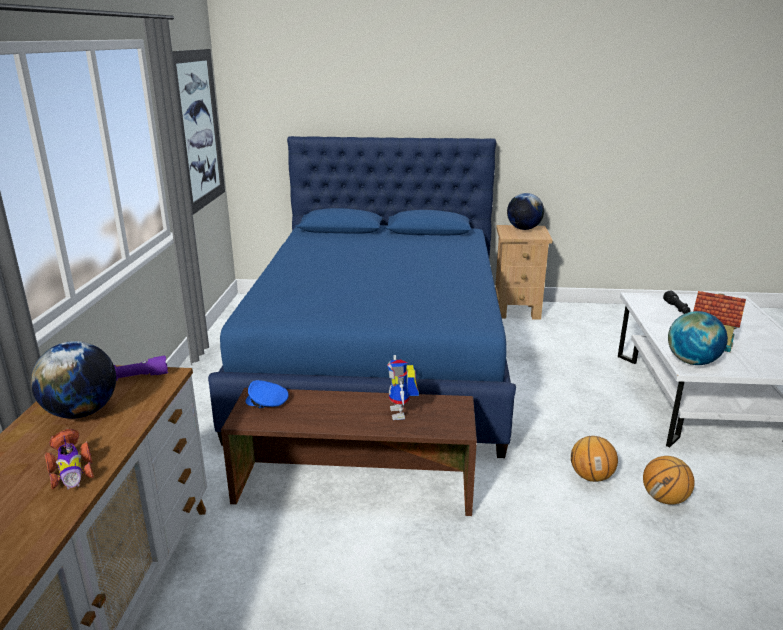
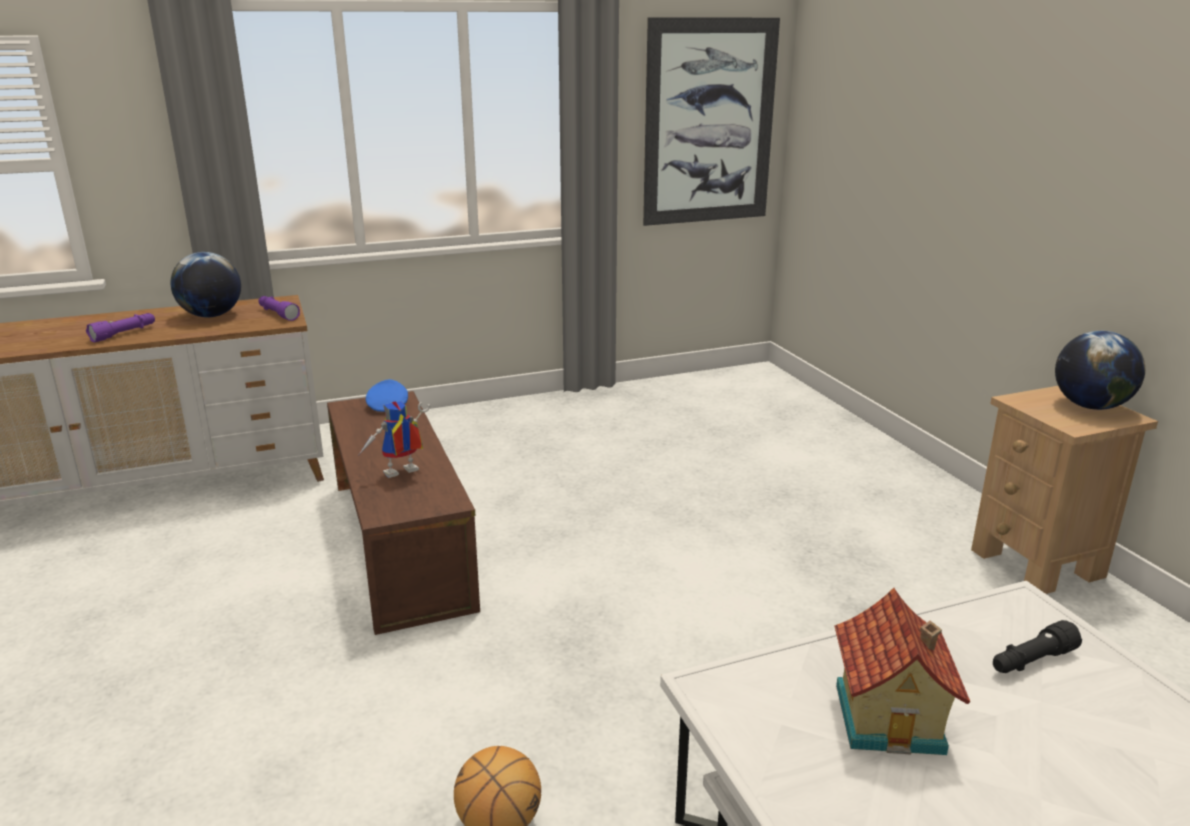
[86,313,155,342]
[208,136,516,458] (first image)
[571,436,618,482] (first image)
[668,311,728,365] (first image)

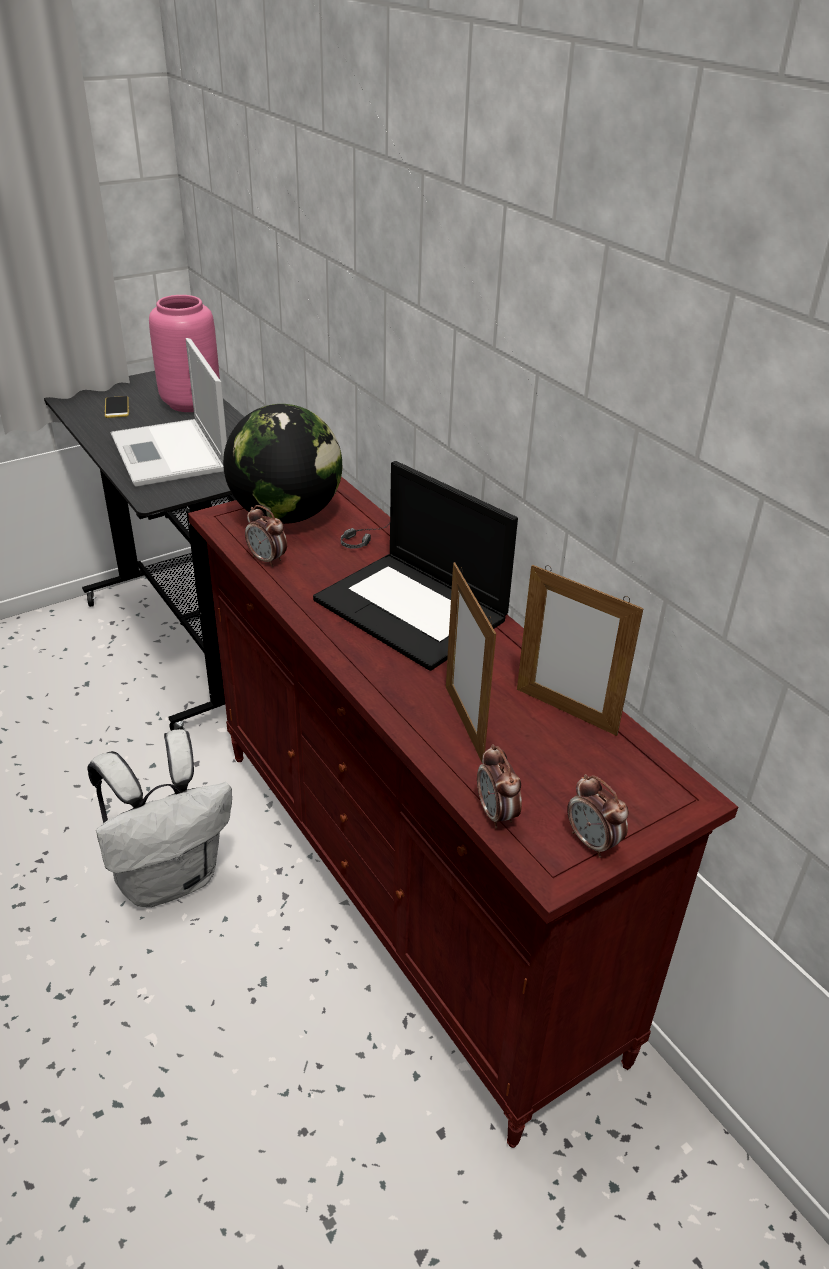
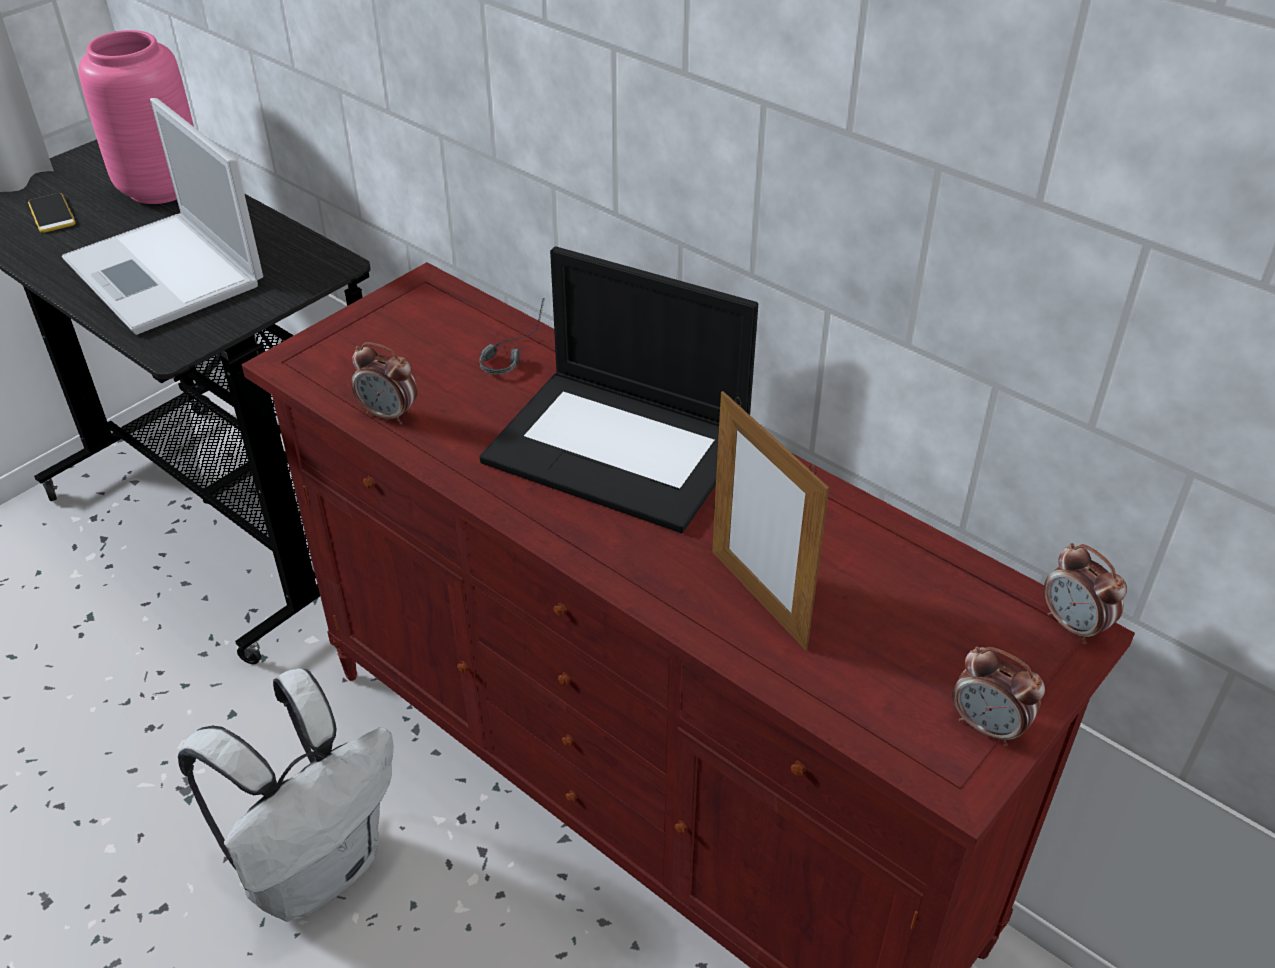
[1044,543,1127,645]
[223,404,342,524] (first image)
[517,565,644,736] (first image)

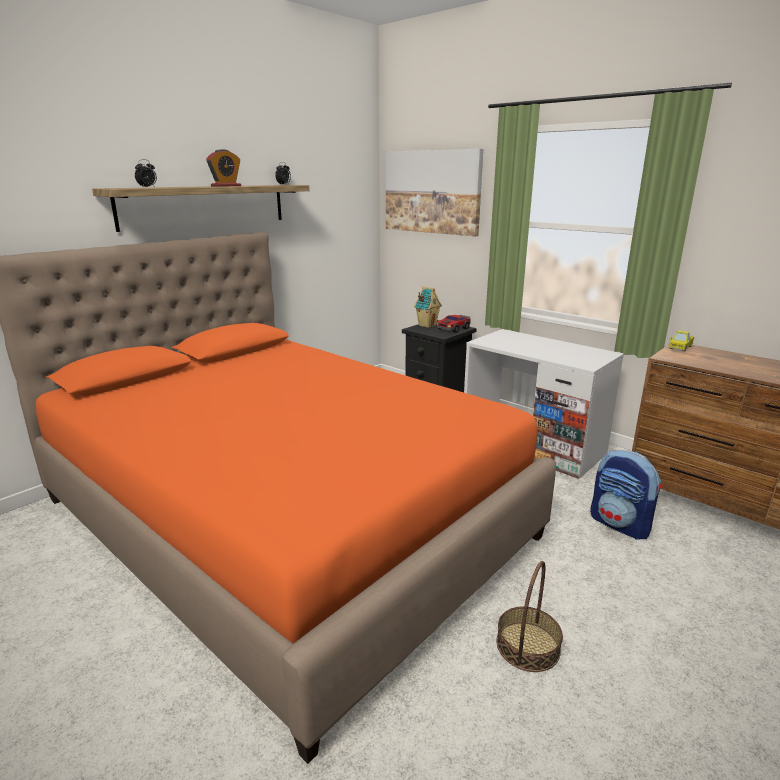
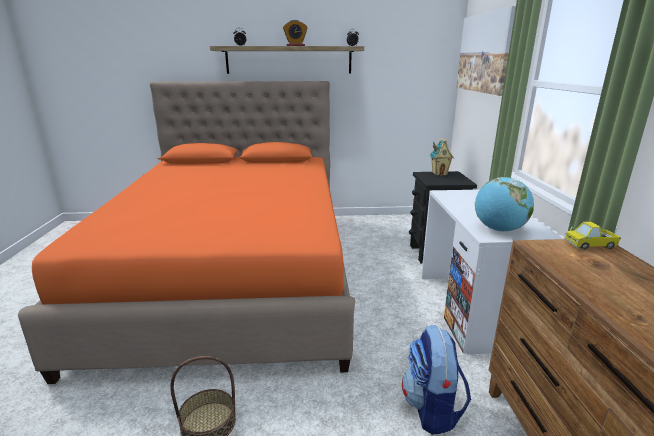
[475,177,534,231]
[436,315,471,333] (first image)

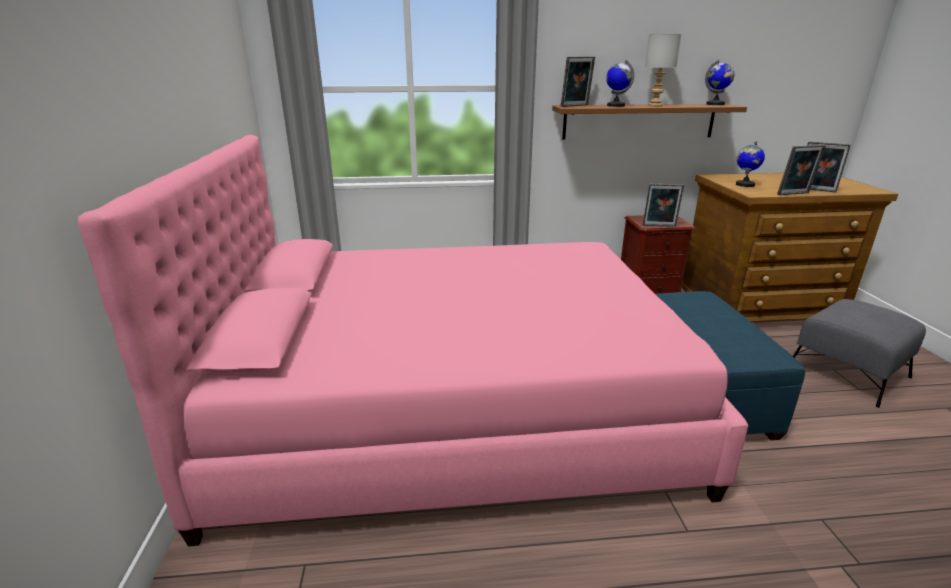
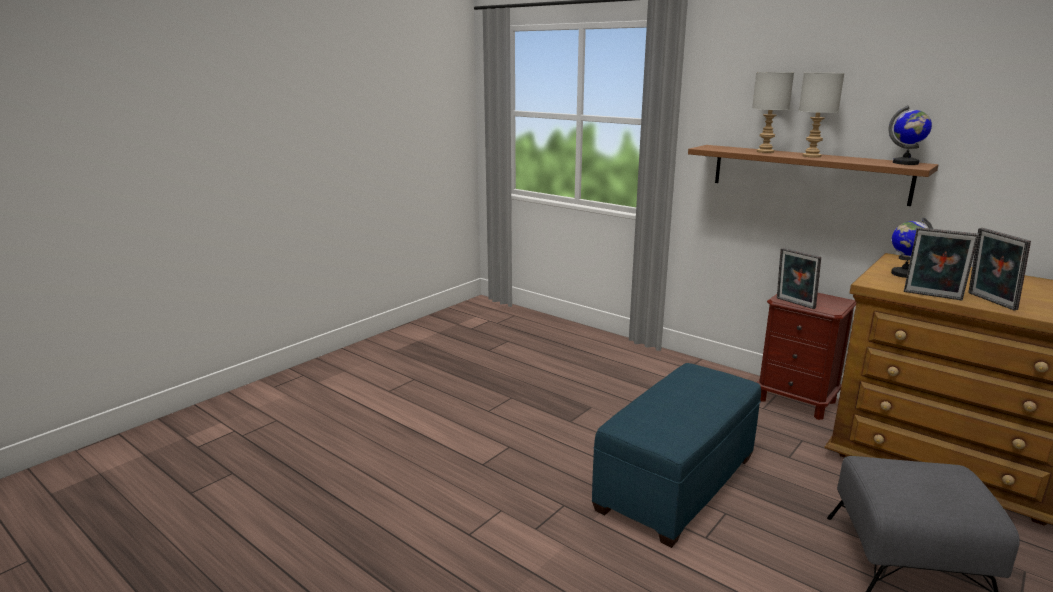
[752,72,794,153]
[78,135,748,546] (first image)
[561,56,595,107] (first image)

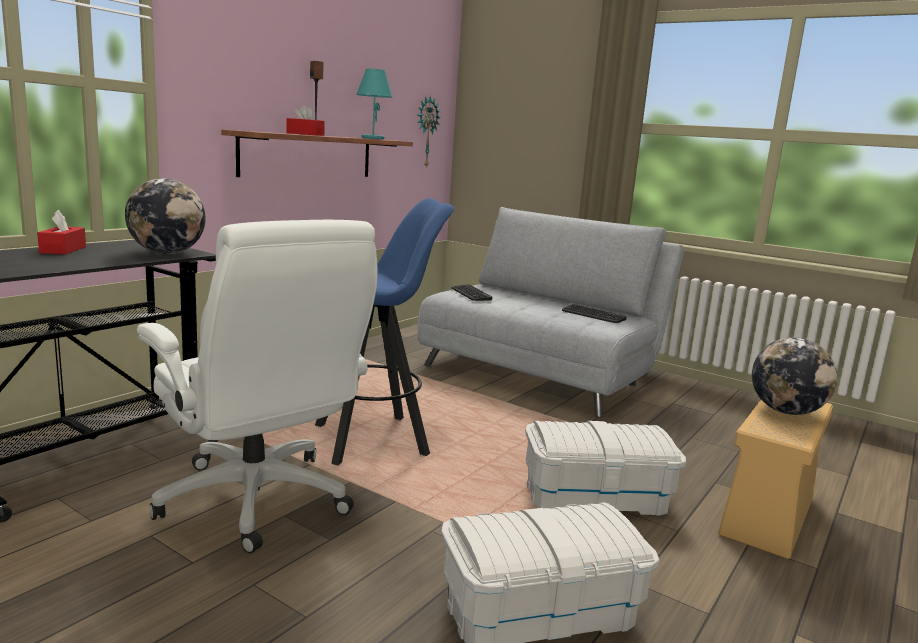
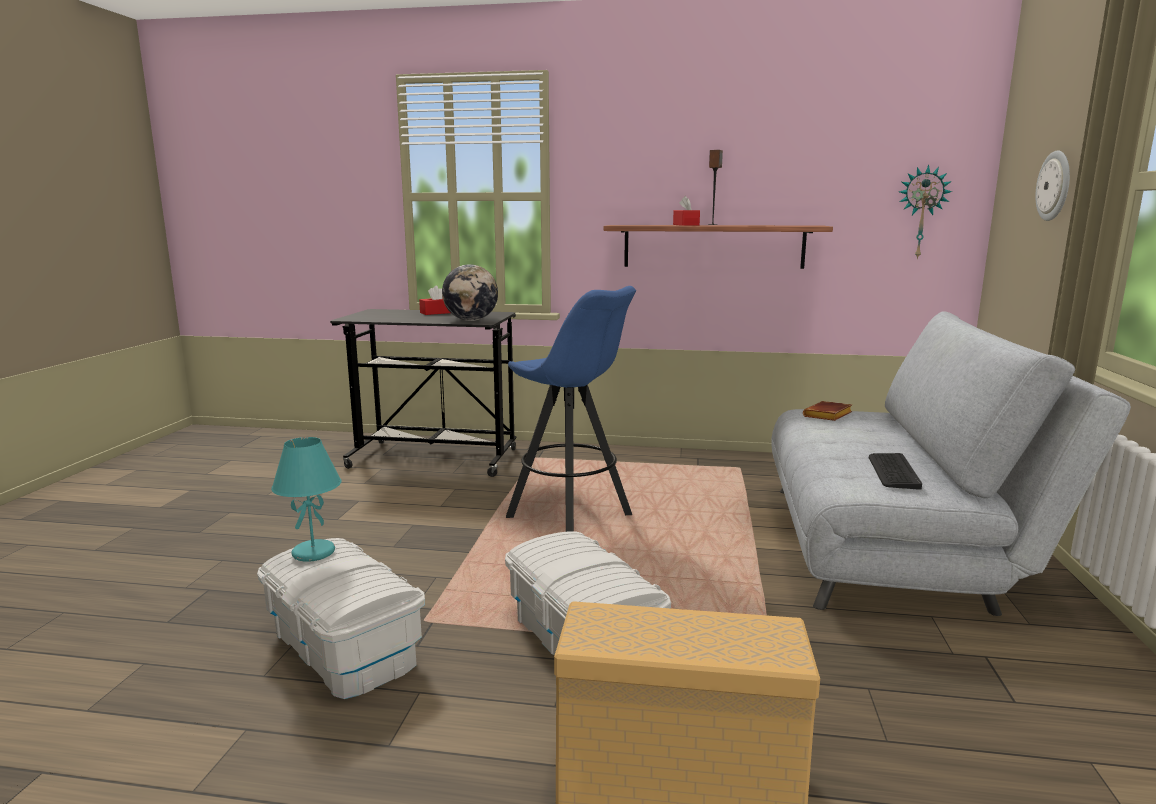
[271,437,342,562]
[803,401,852,421]
[1036,150,1070,221]
[137,220,378,553] (first image)
[752,337,837,415] (first image)

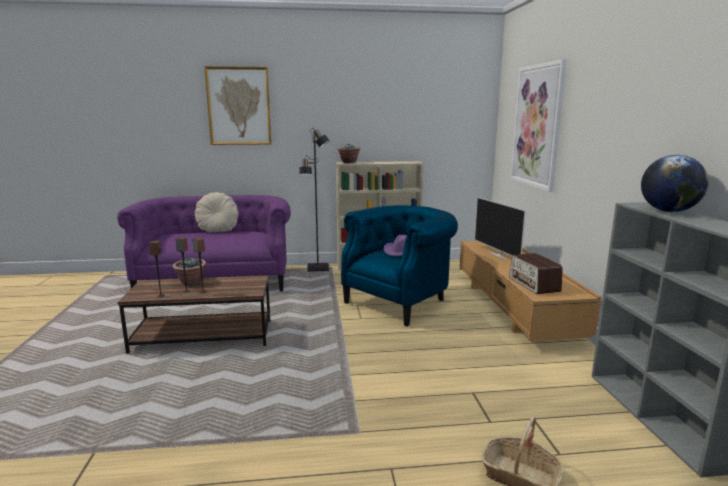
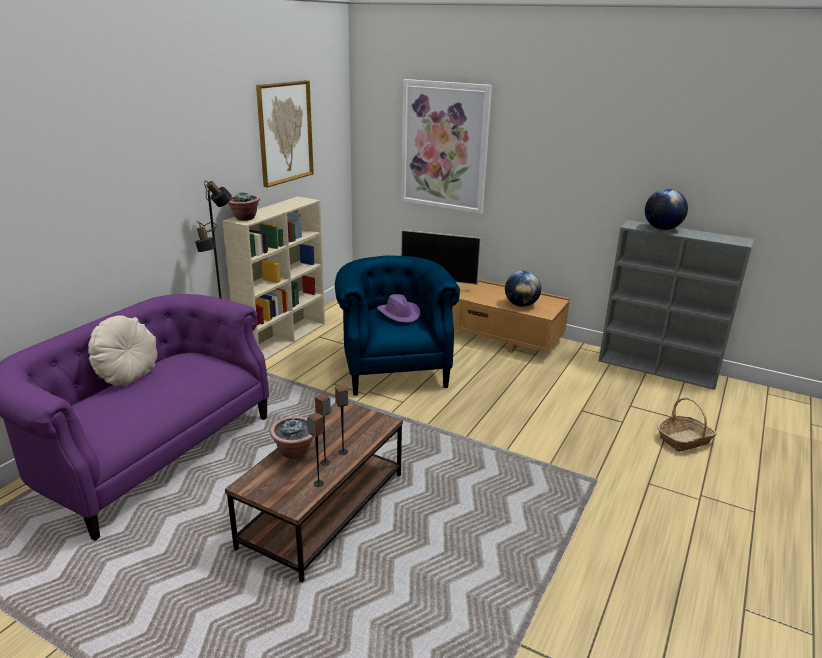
[256,80,314,188]
[505,271,541,307]

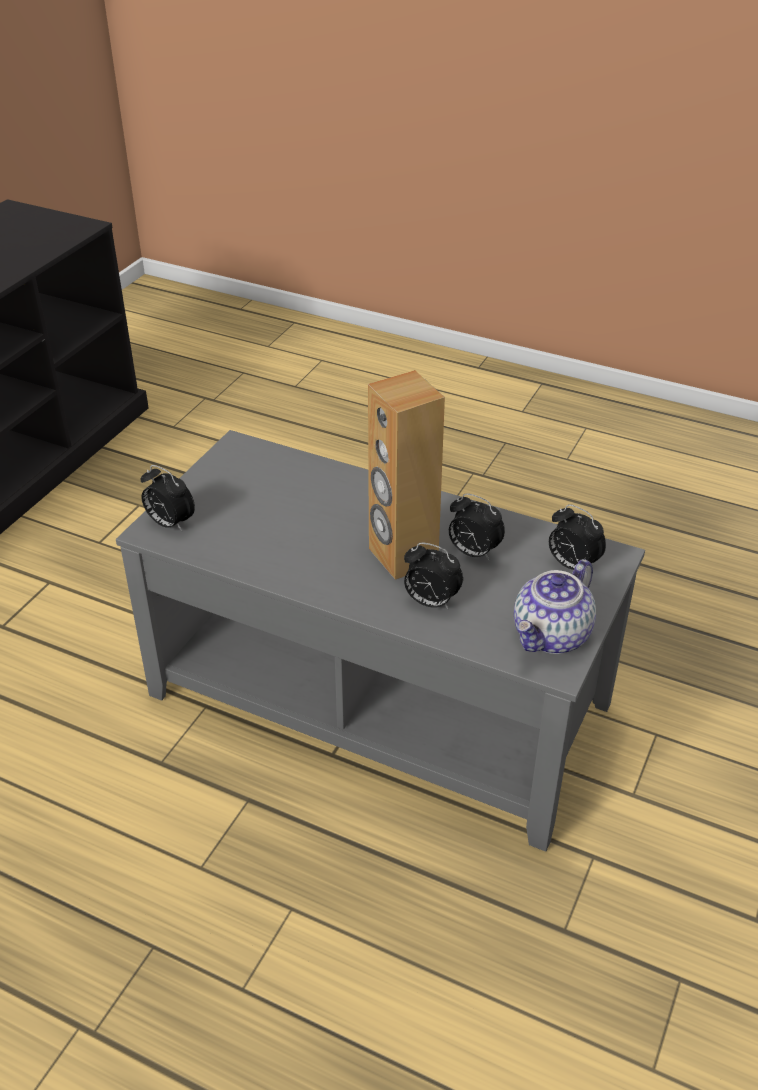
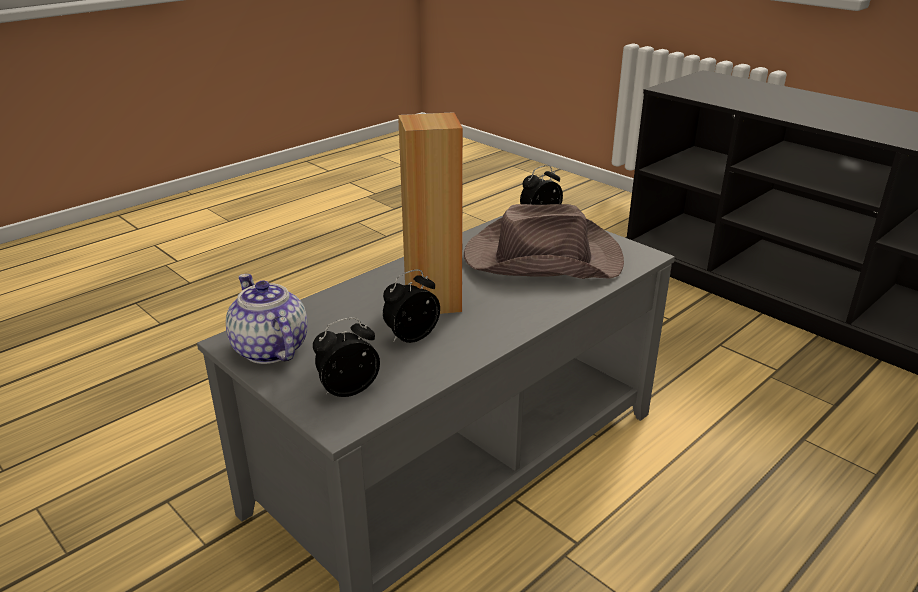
[464,204,624,279]
[404,542,463,610] (first image)

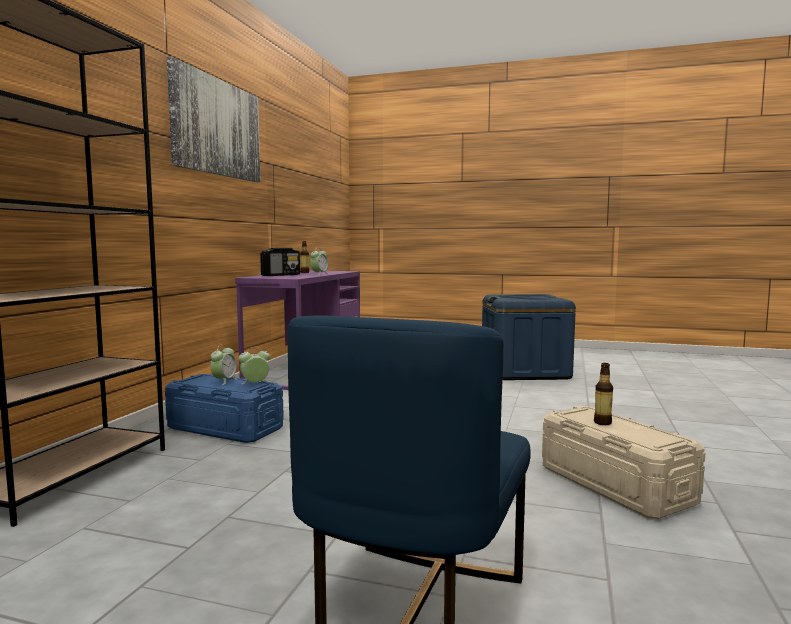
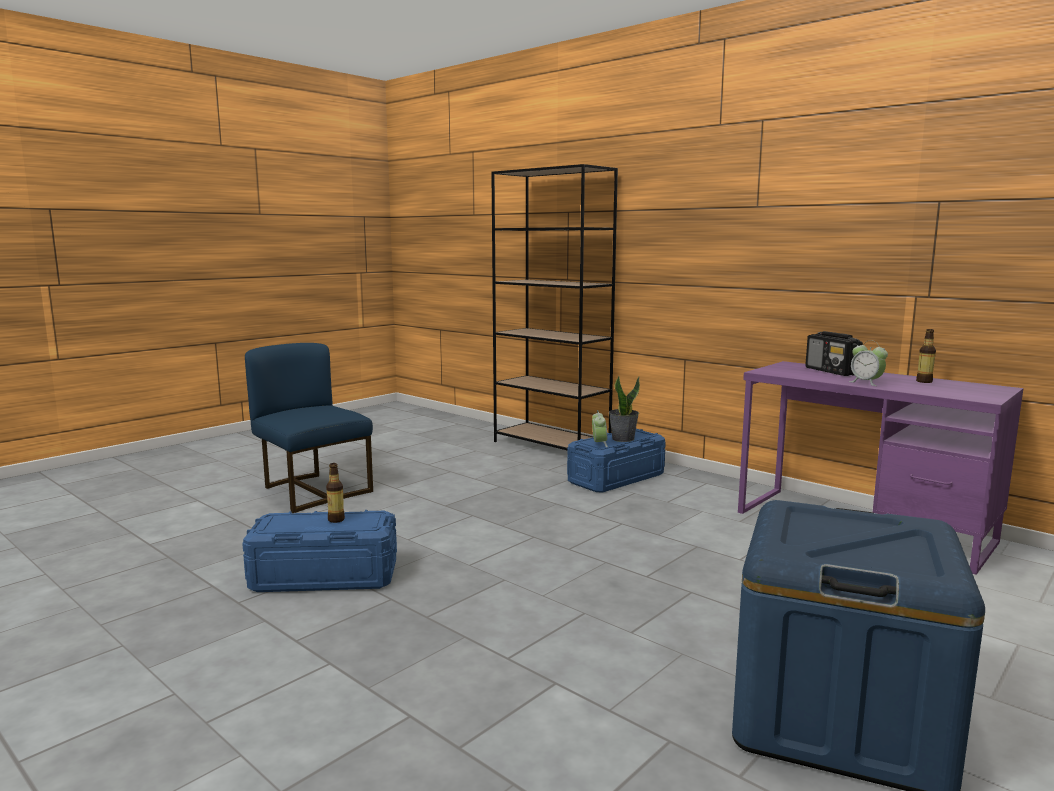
[242,510,397,592]
[609,375,640,442]
[166,57,261,182] (first image)

